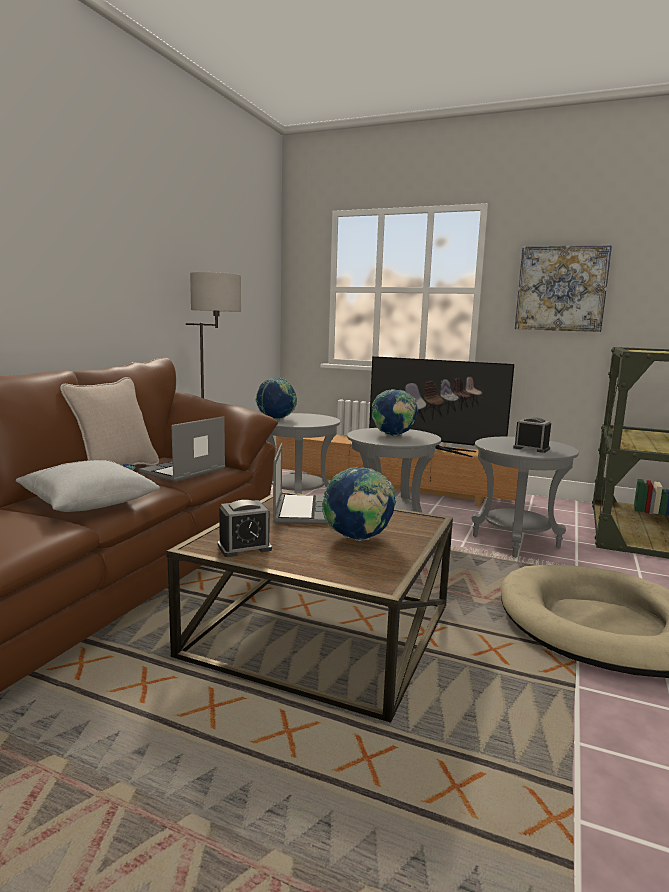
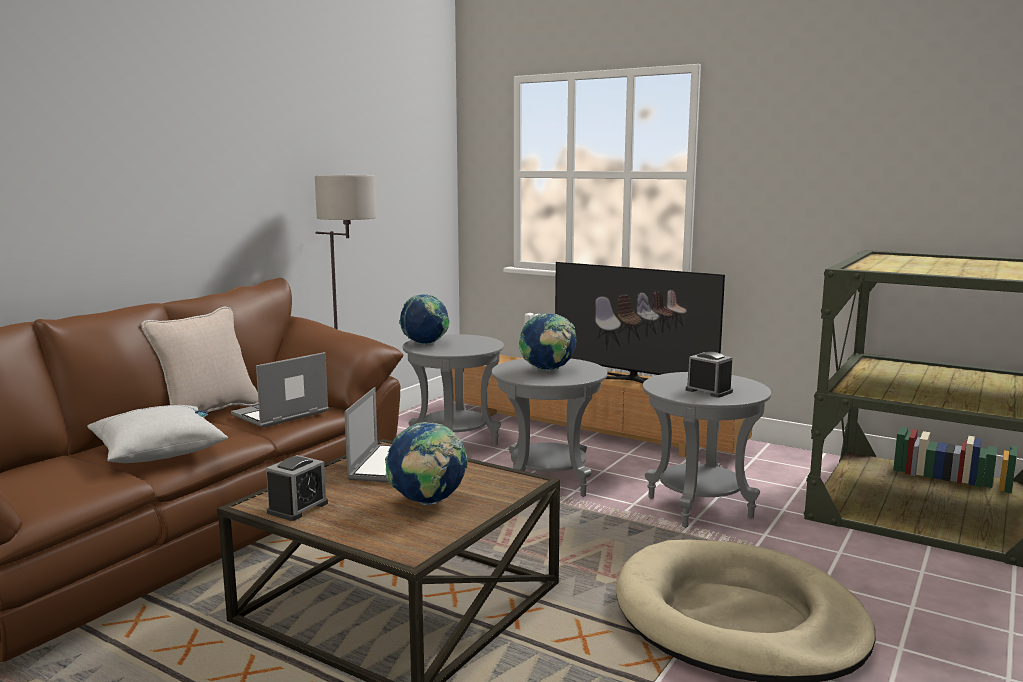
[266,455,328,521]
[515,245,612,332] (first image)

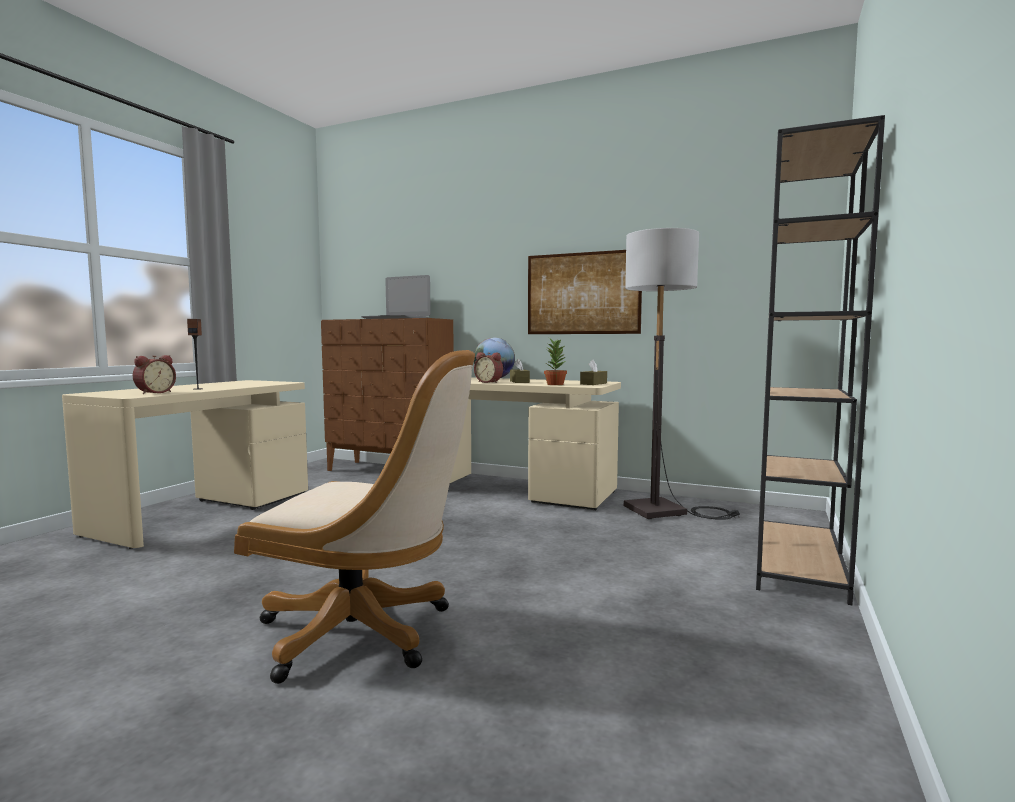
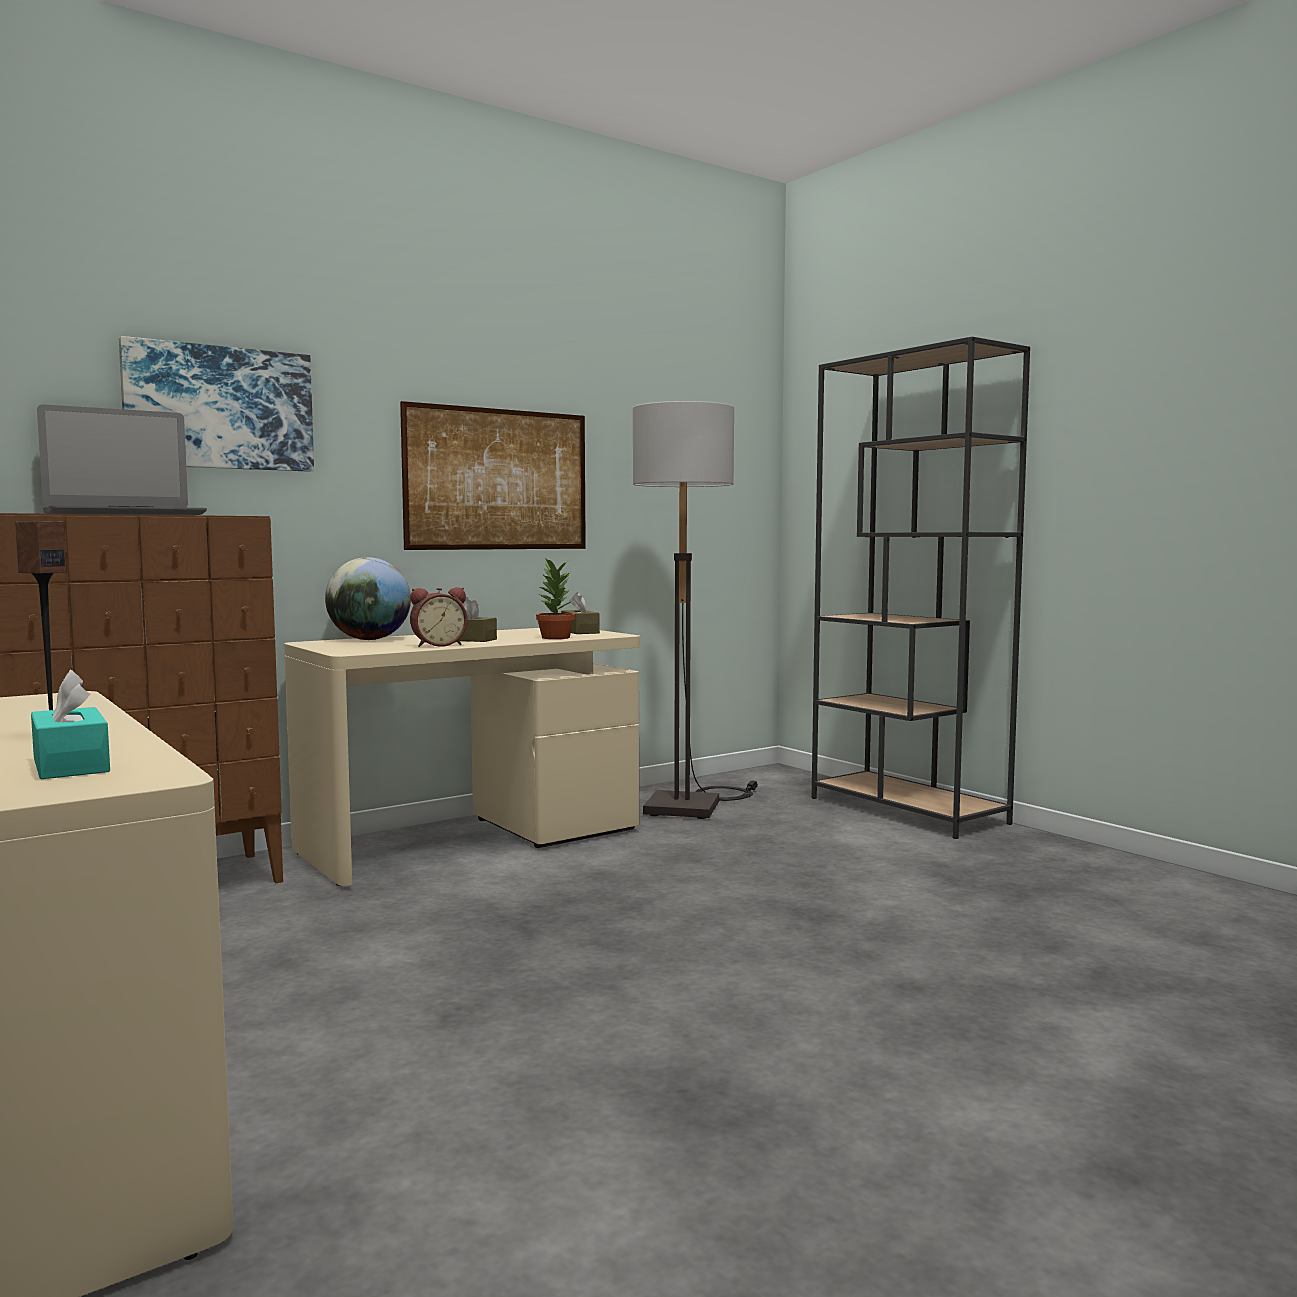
[31,669,110,779]
[119,336,314,472]
[234,350,475,684] (first image)

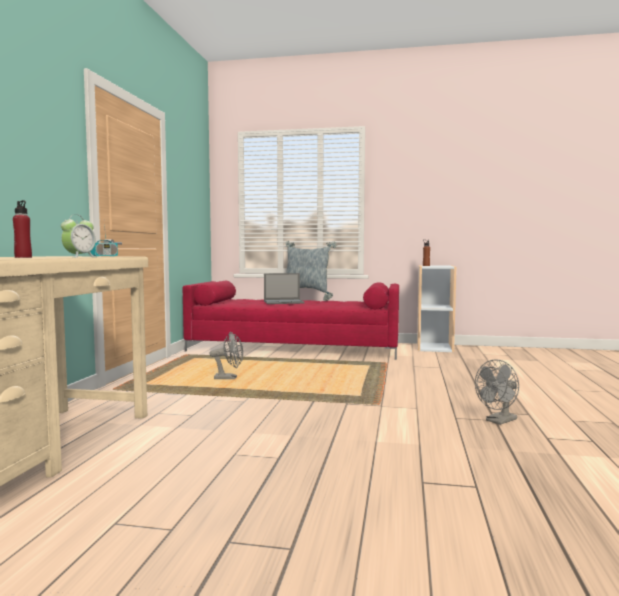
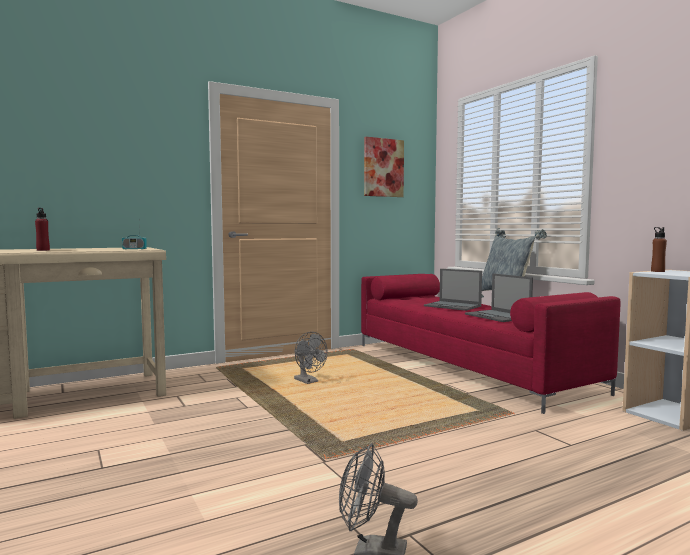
[364,137,404,197]
[465,273,533,322]
[61,214,96,257] (first image)

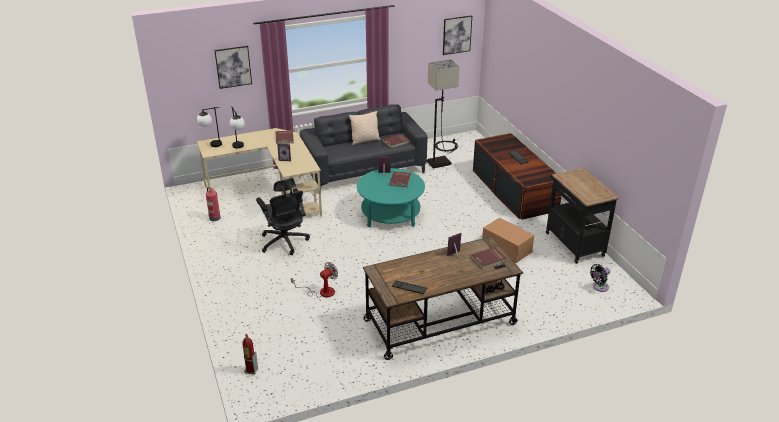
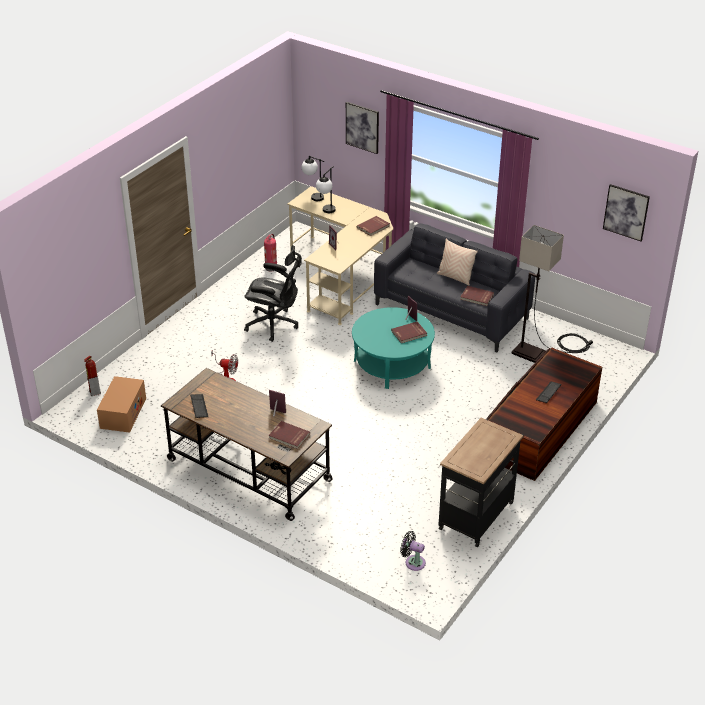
[97,376,146,433]
[244,245,302,342]

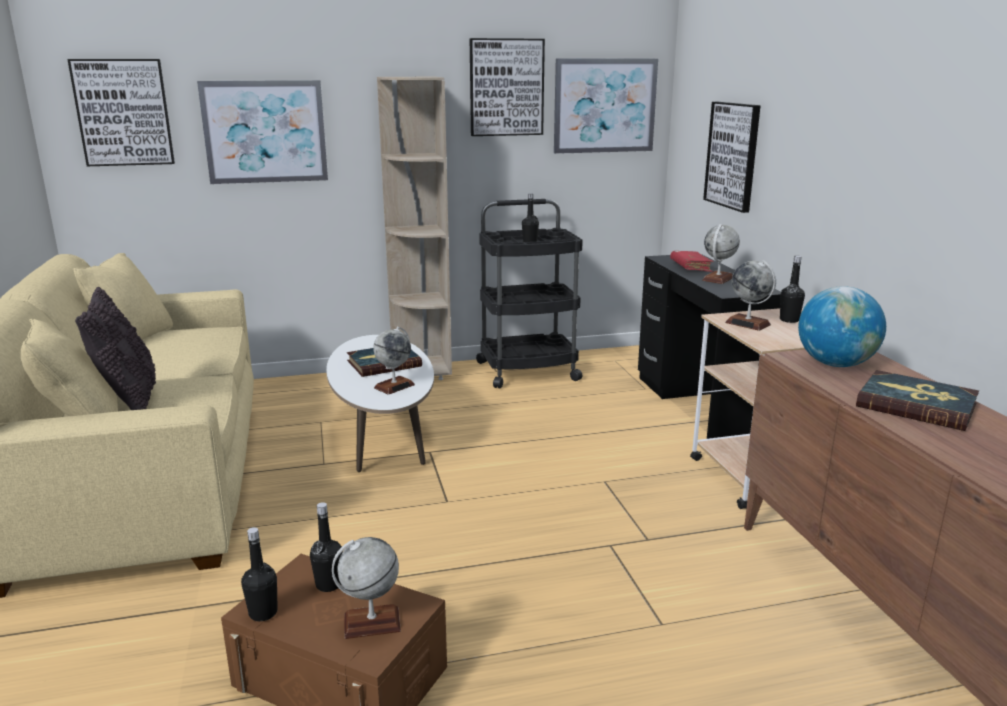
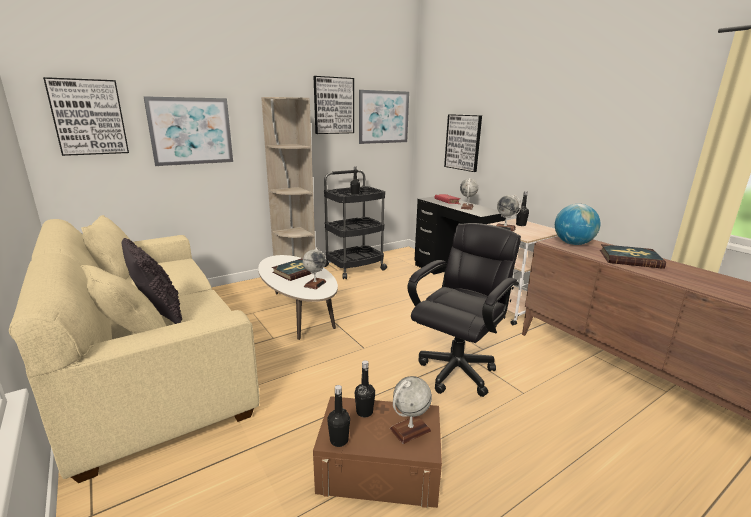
[407,223,521,397]

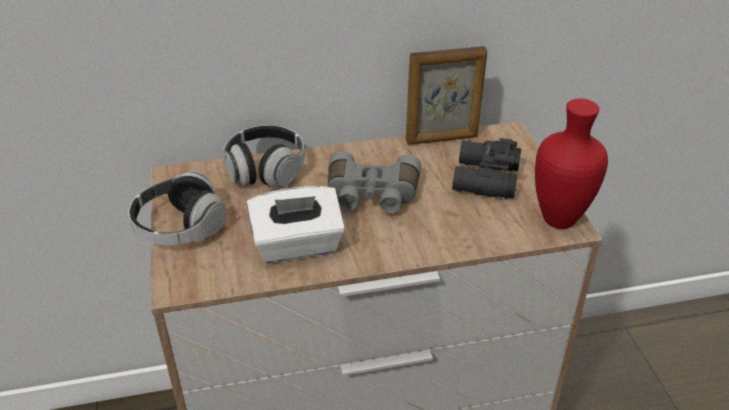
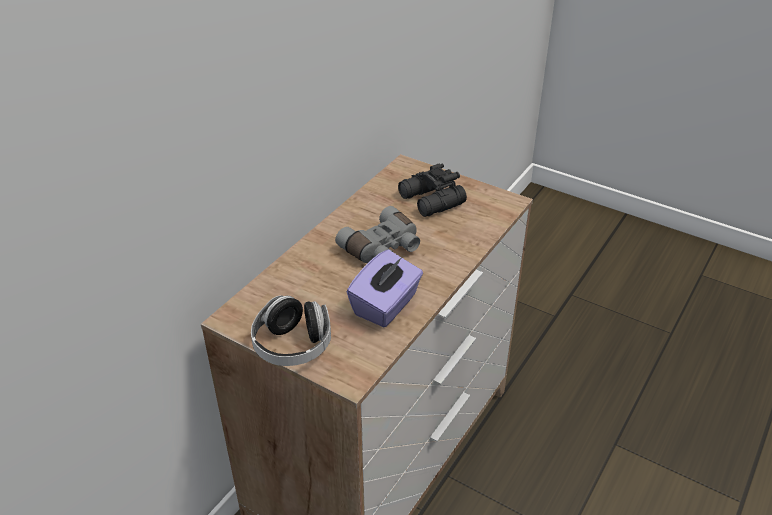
[347,250,423,327]
[223,125,305,187] (first image)
[406,46,487,145] (first image)
[535,99,608,229] (first image)

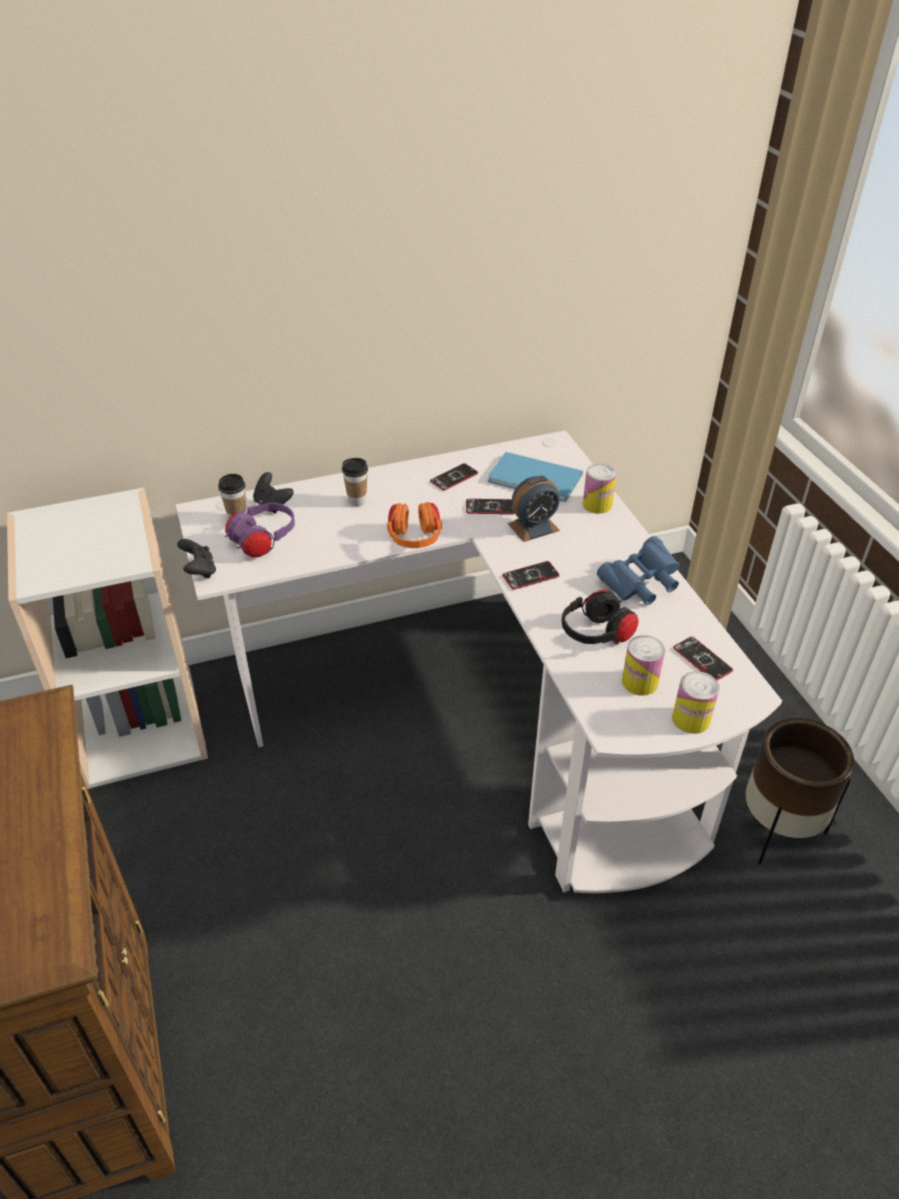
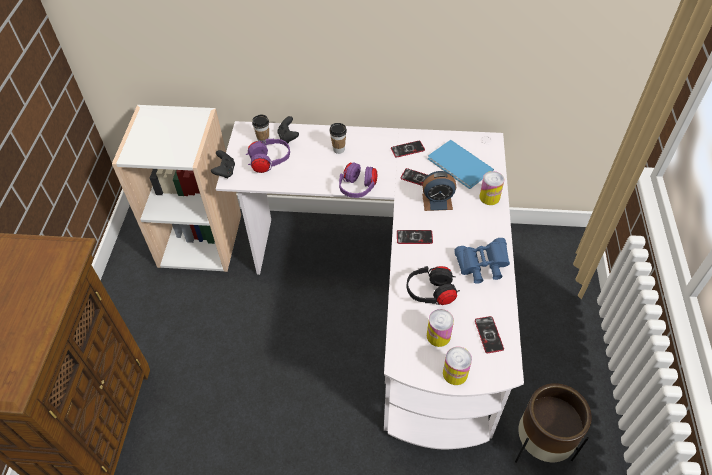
[339,162,377,198]

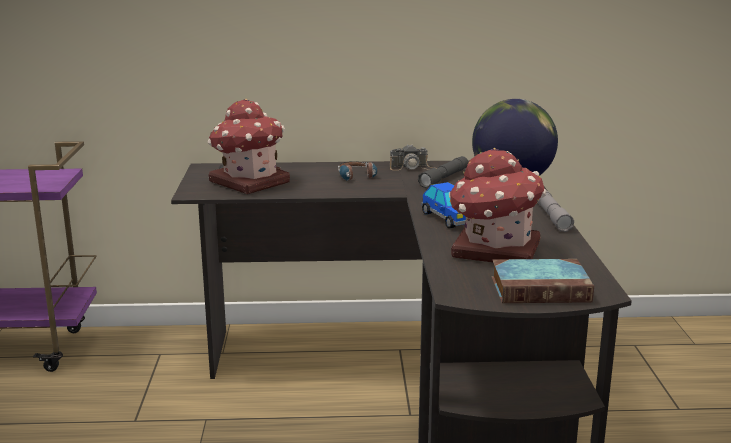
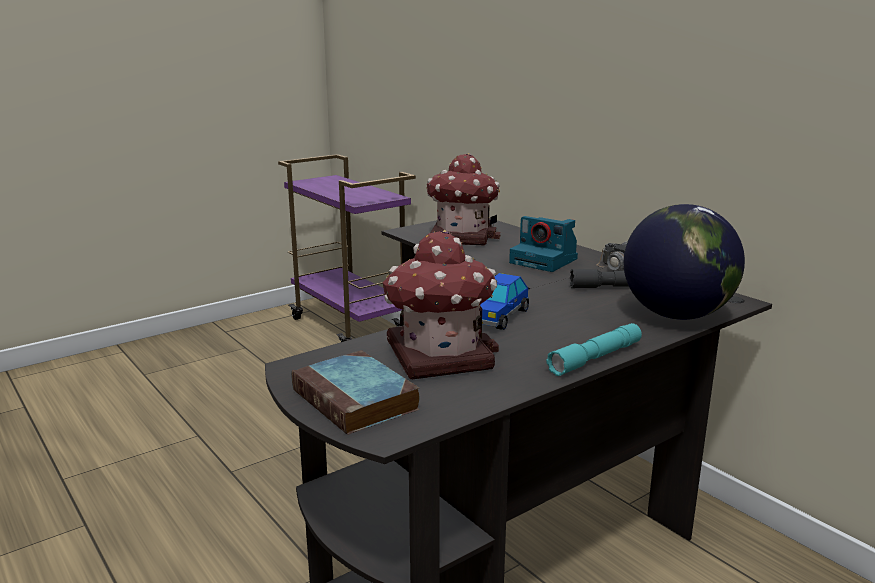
[509,216,578,272]
[546,323,642,376]

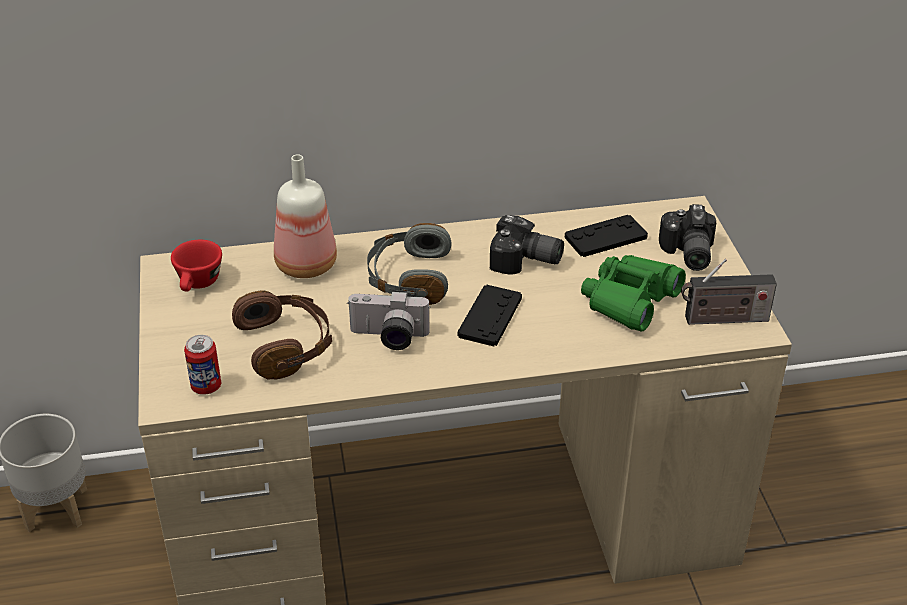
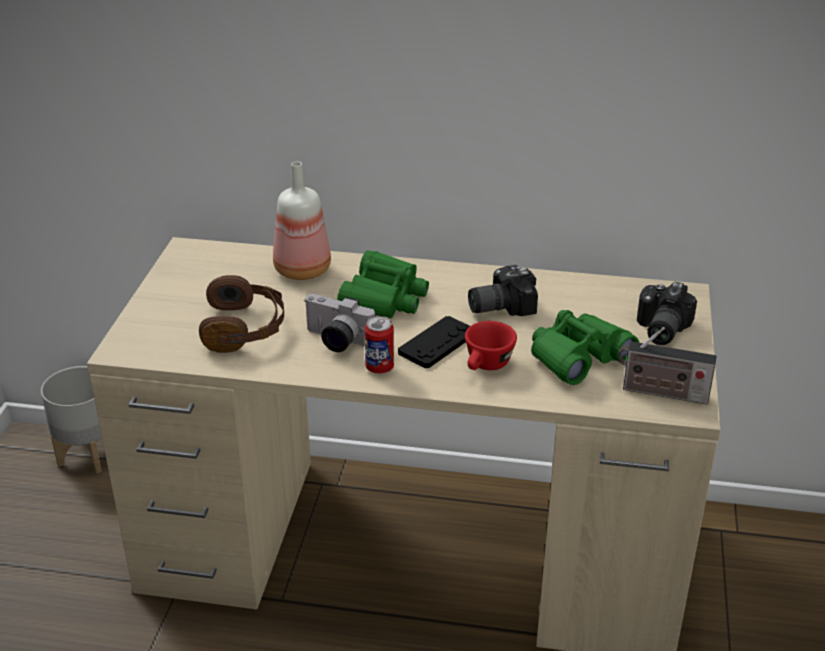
[337,250,429,318]
[365,316,394,374]
[465,321,517,370]
[468,265,538,316]
[565,215,648,257] (first image)

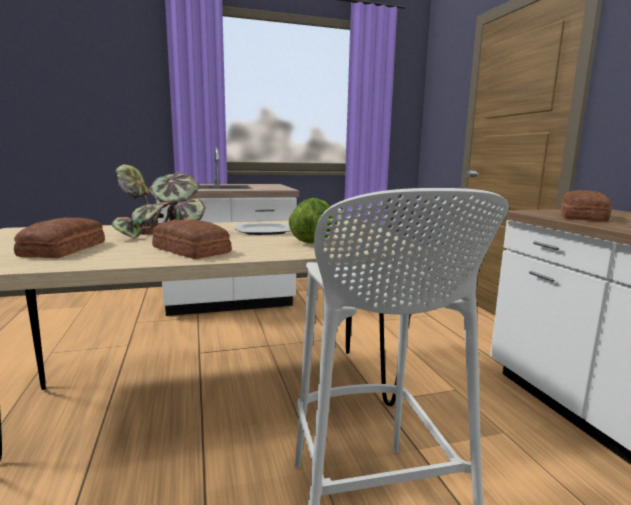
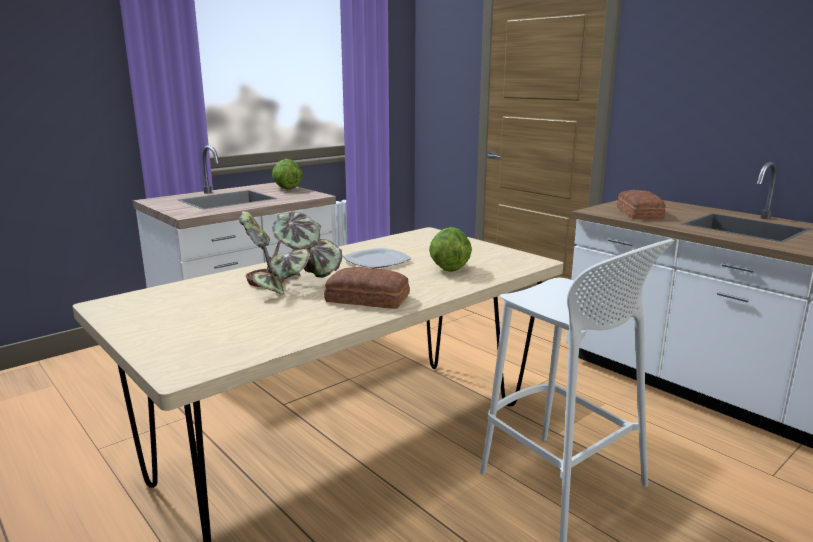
[272,159,303,190]
[14,218,105,258] (first image)

